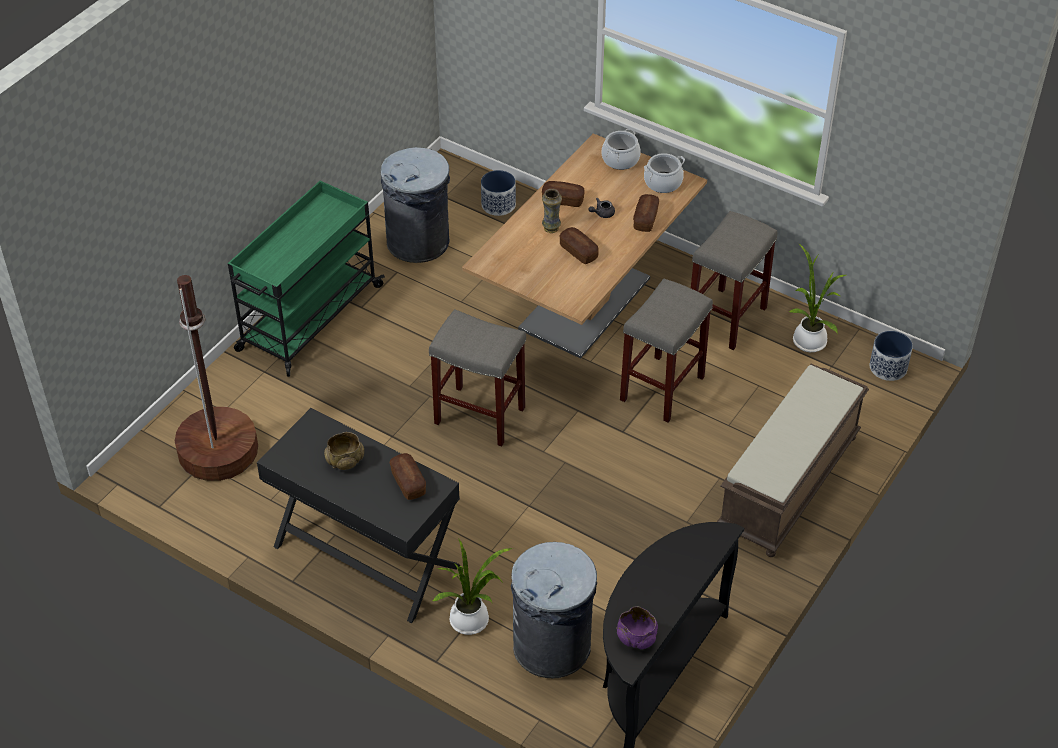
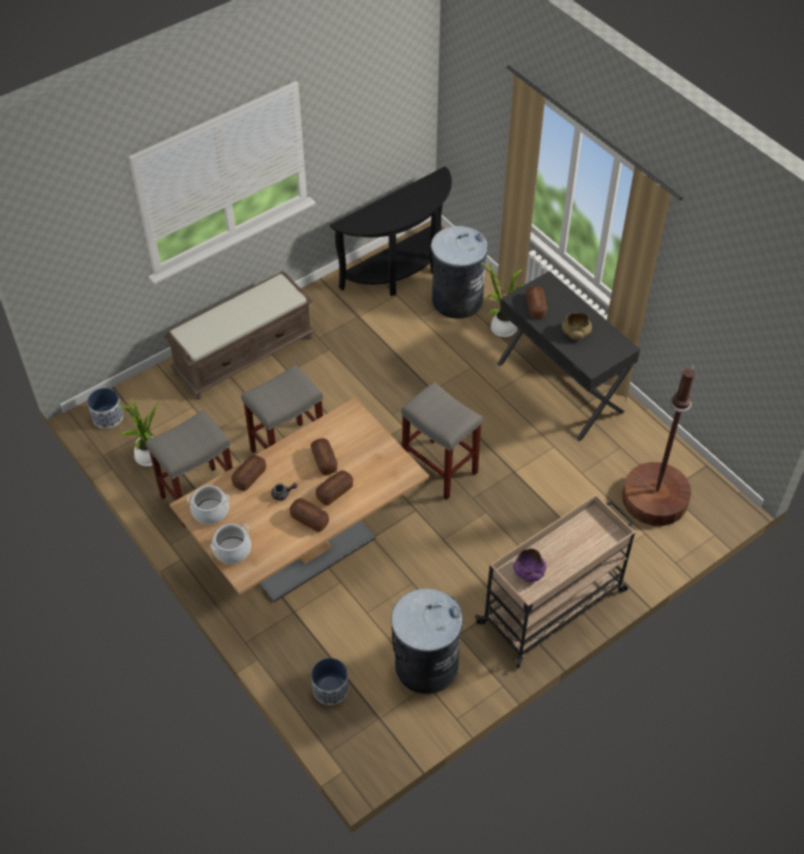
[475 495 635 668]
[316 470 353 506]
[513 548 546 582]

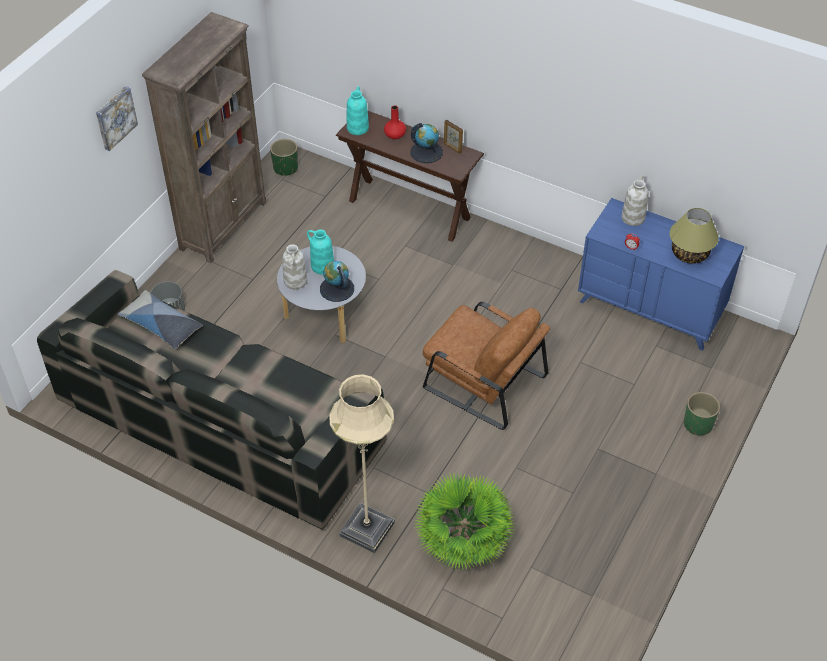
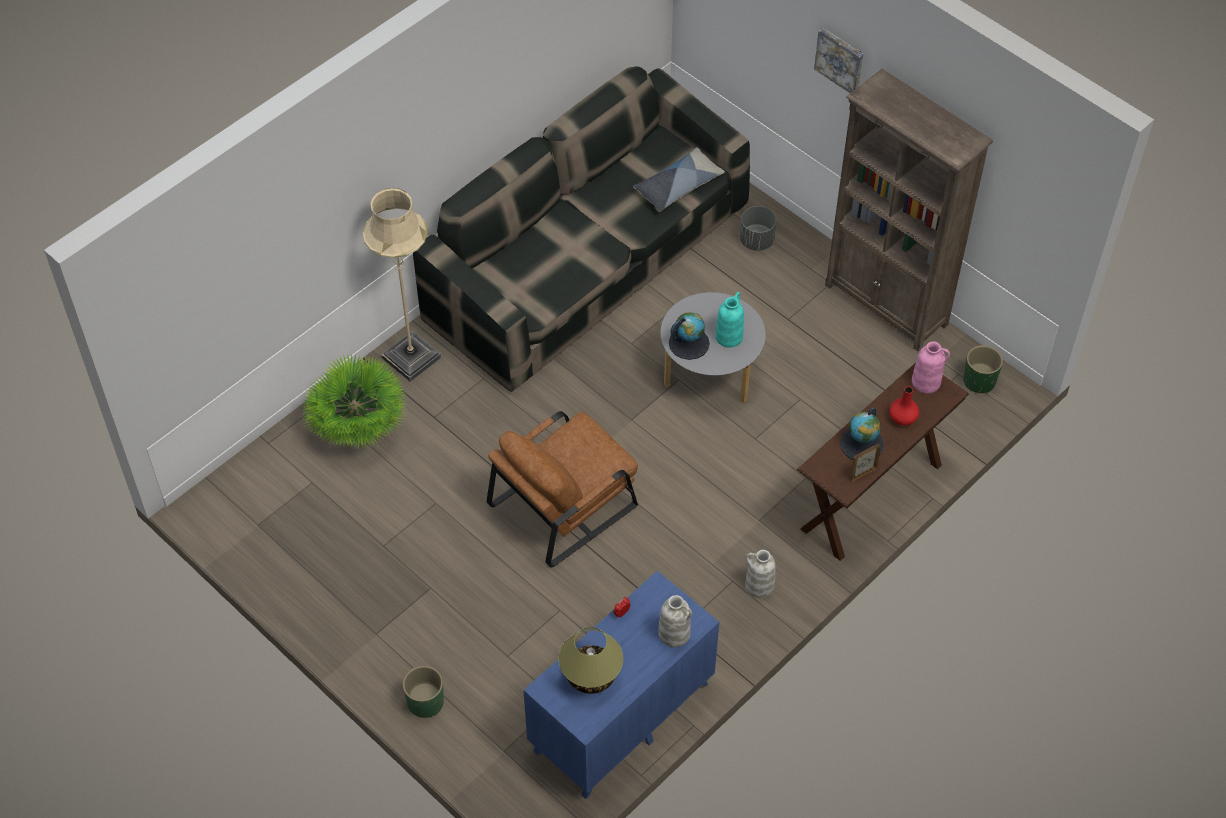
[745 550 776 598]
[912 341 950 393]

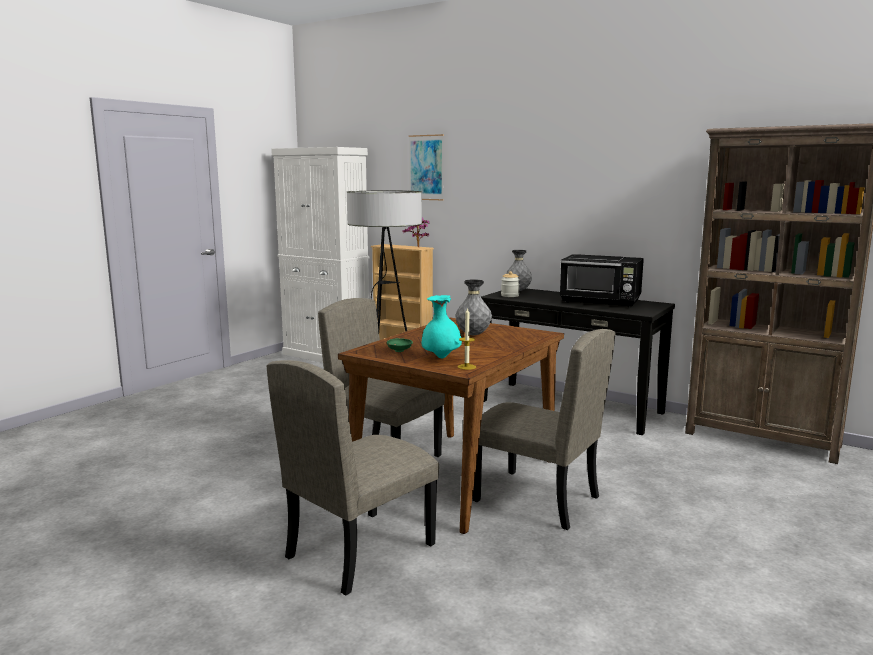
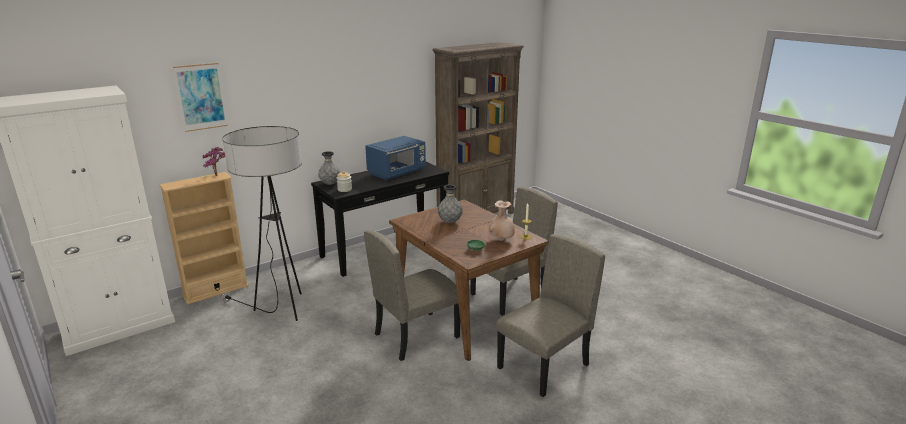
[496 234 605 397]
[489 200 515 241]
[365 136 426 180]

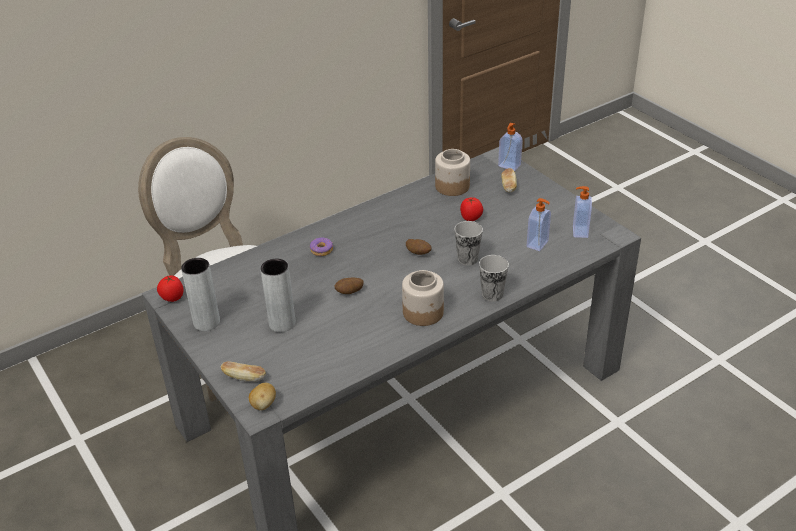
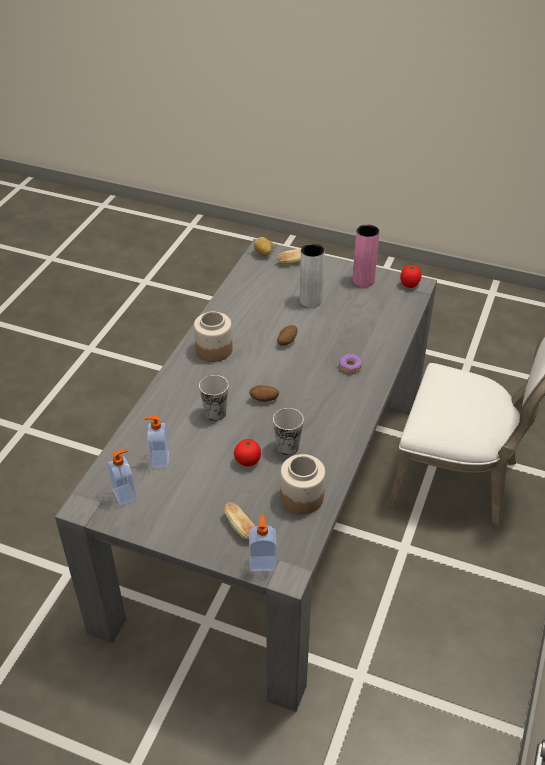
[353 225 380 287]
[273 408 304 455]

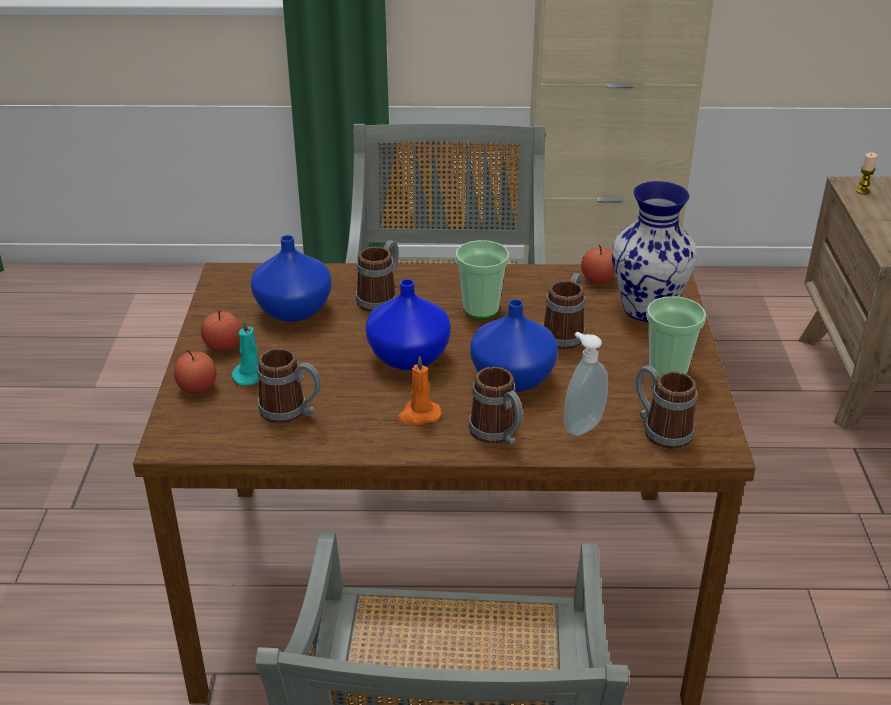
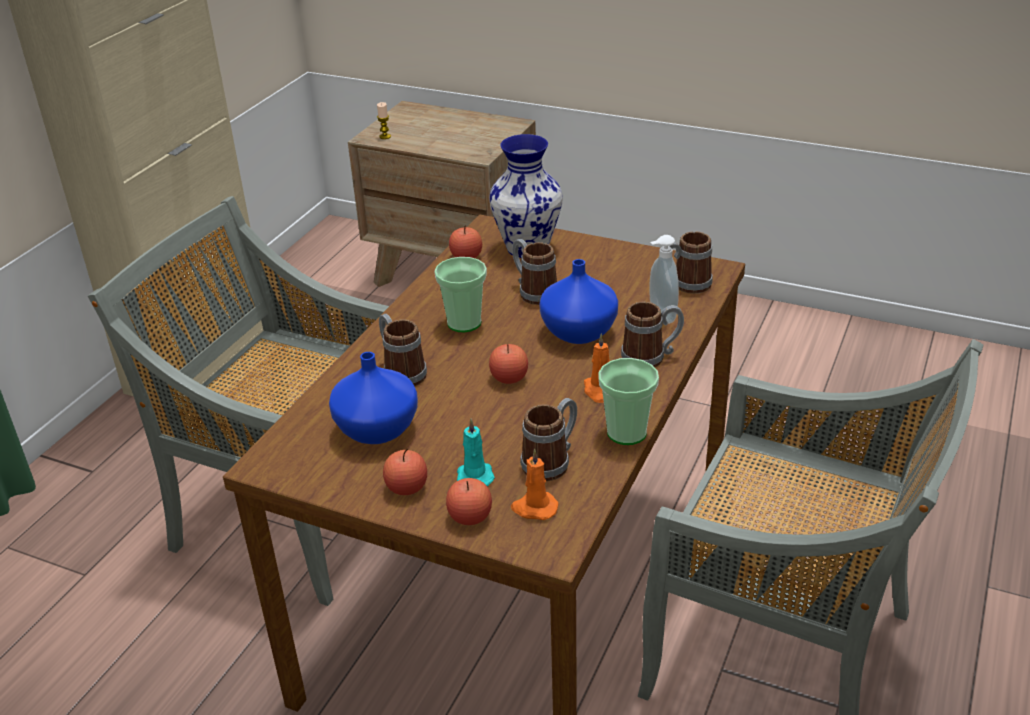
[489 344 528 384]
[598 358 659 445]
[511 448 558 520]

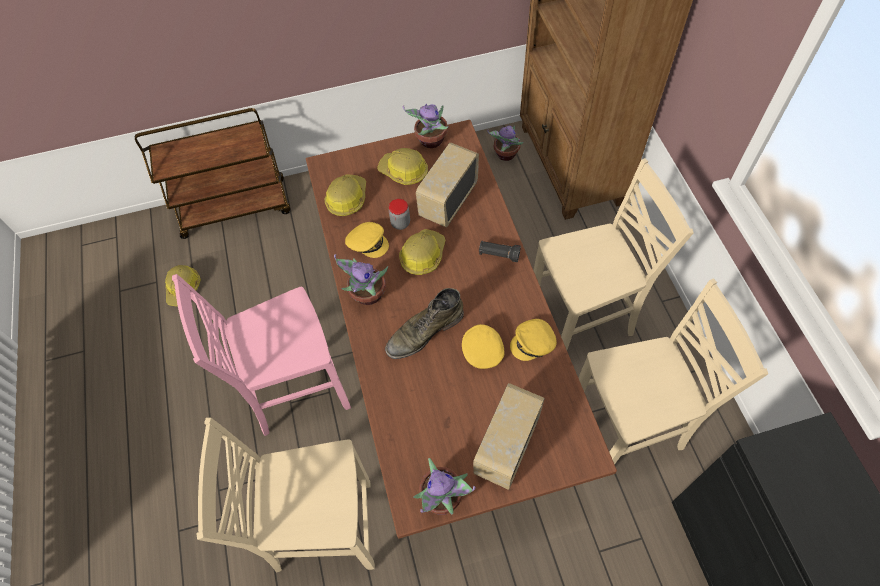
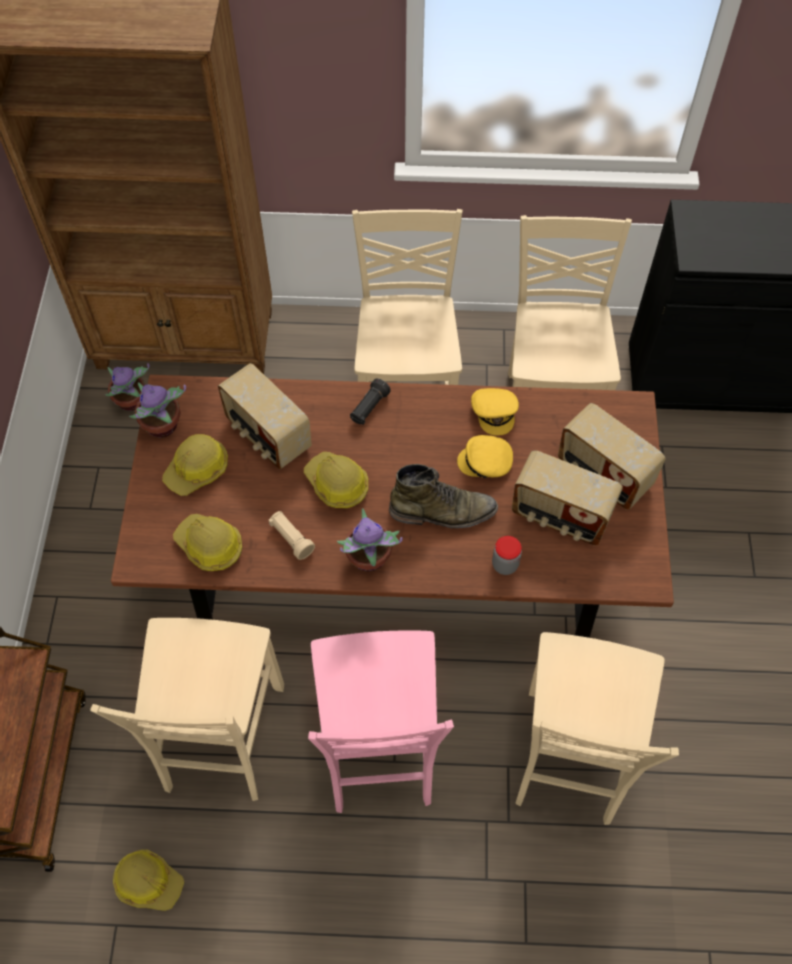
[269 511 315 560]
[389 464 498 528]
[492 536 522 575]
[413 458 476 514] (first image)
[90 618 284 801]
[512 451 623 546]

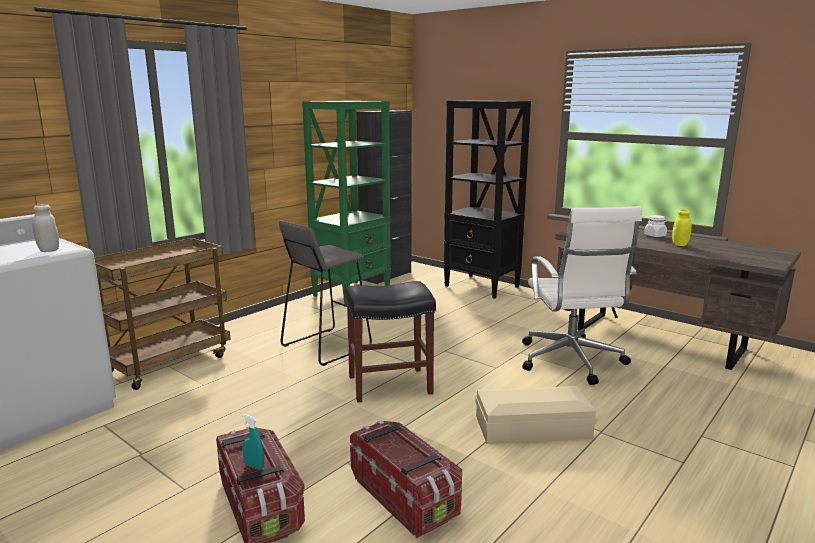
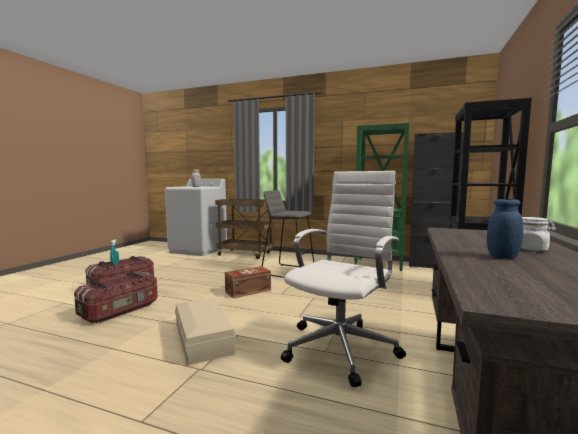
[225 266 271 298]
[281 171 406 387]
[487 199 523 259]

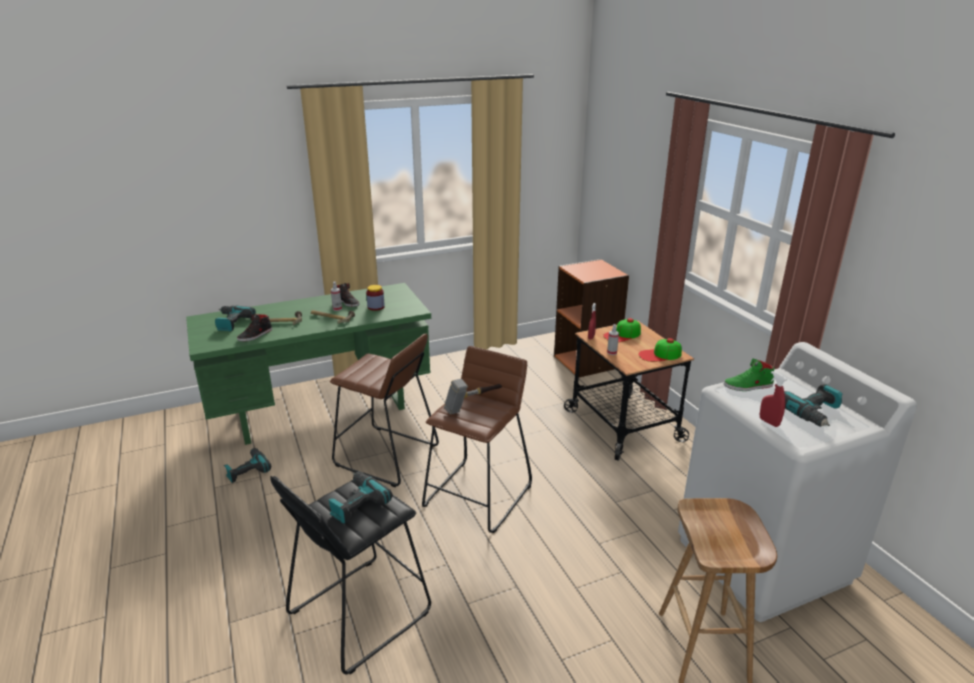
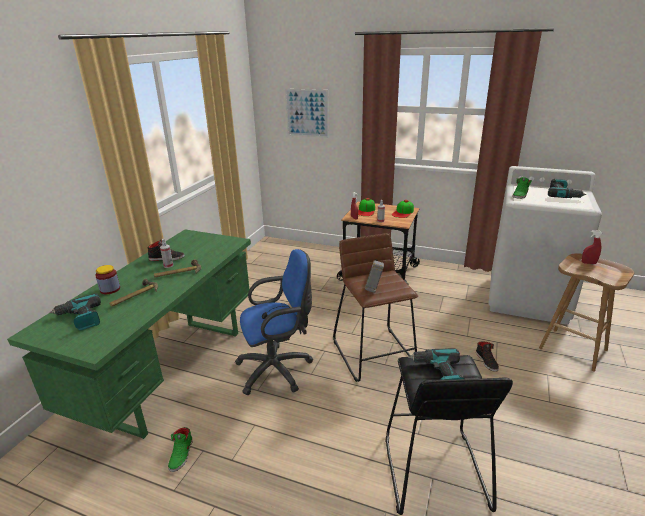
[168 427 193 472]
[476 341 499 372]
[235 249 313 395]
[95 265 120 294]
[554 259 629 377] (first image)
[582 230 603 264]
[285 89 329 138]

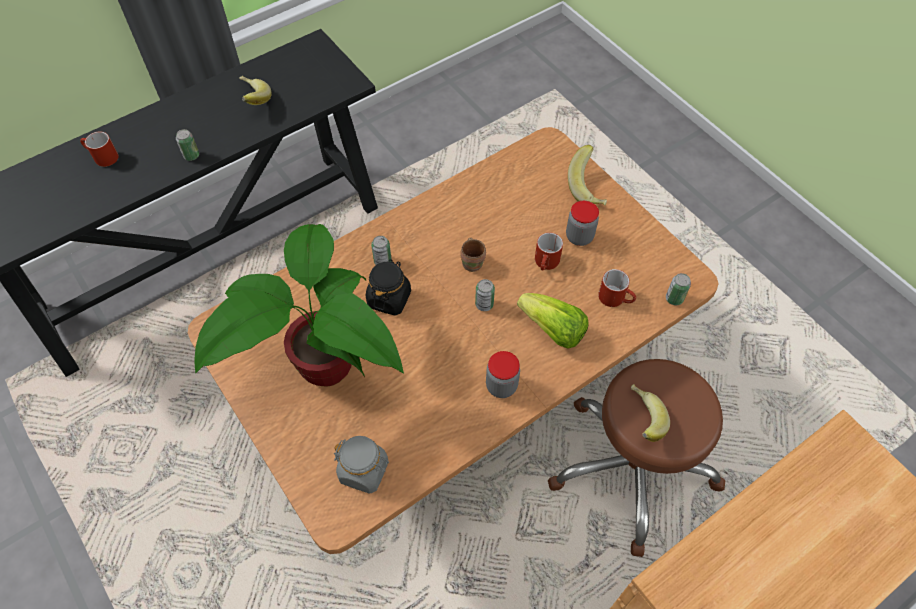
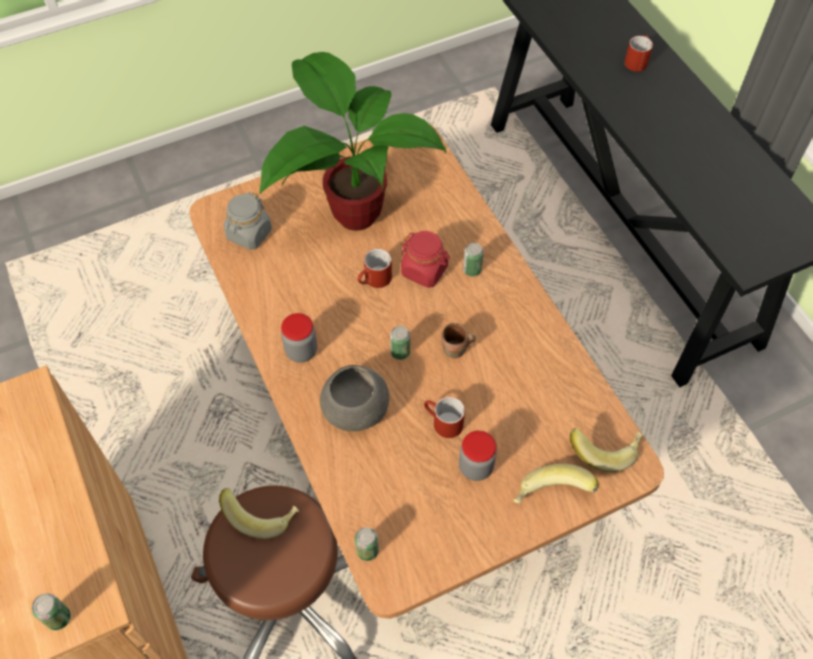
[32 593 71 630]
[570 428 644 472]
[401 231 450 288]
[320 365 389 431]
[358 249 392 288]

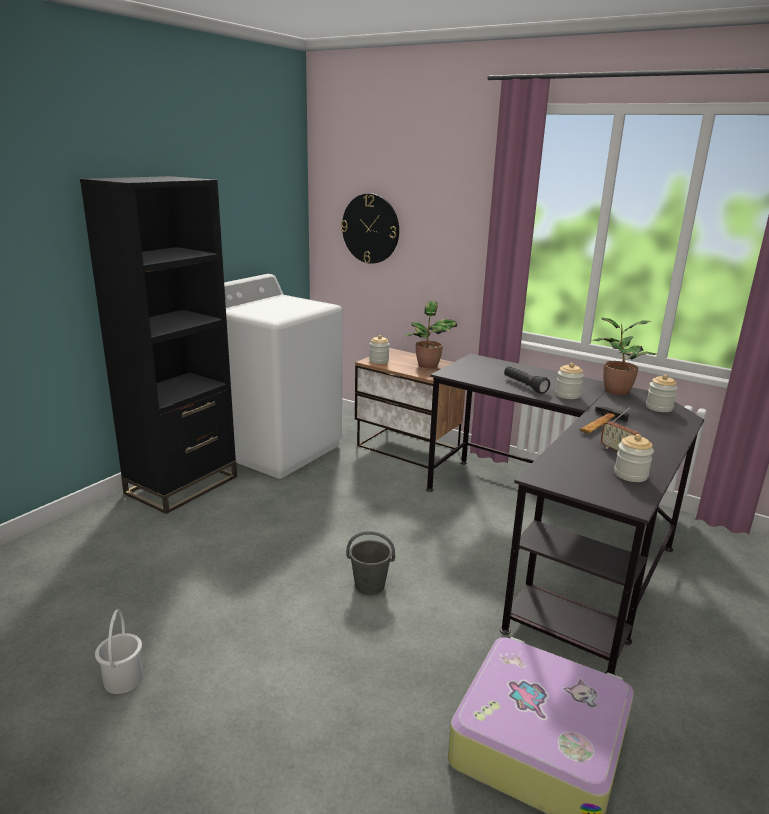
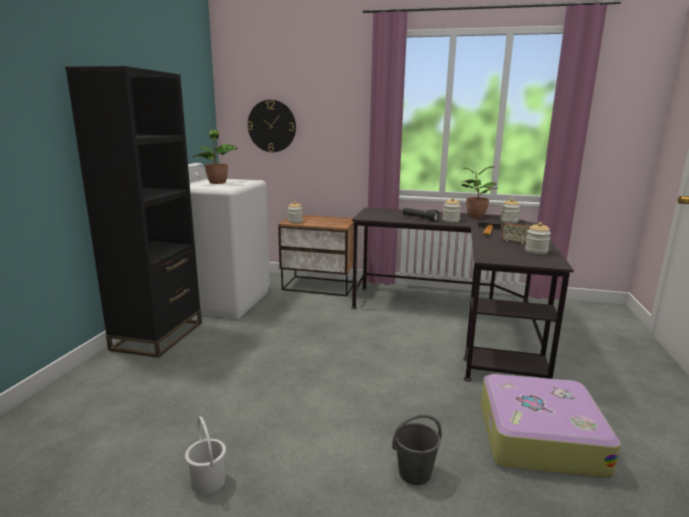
[392 414 442 485]
[193 129 238 184]

